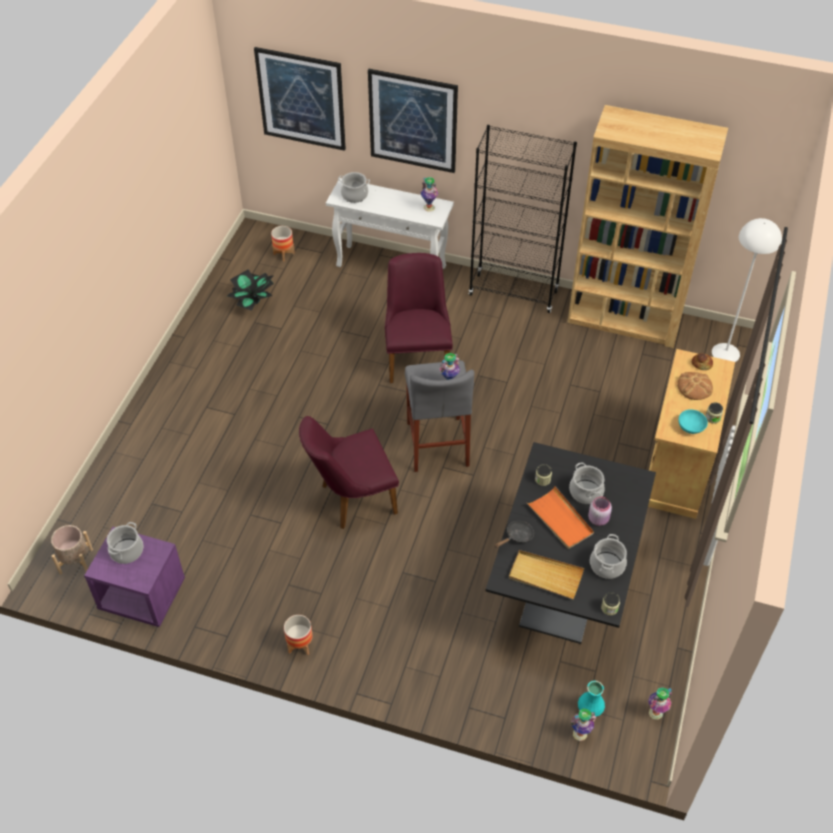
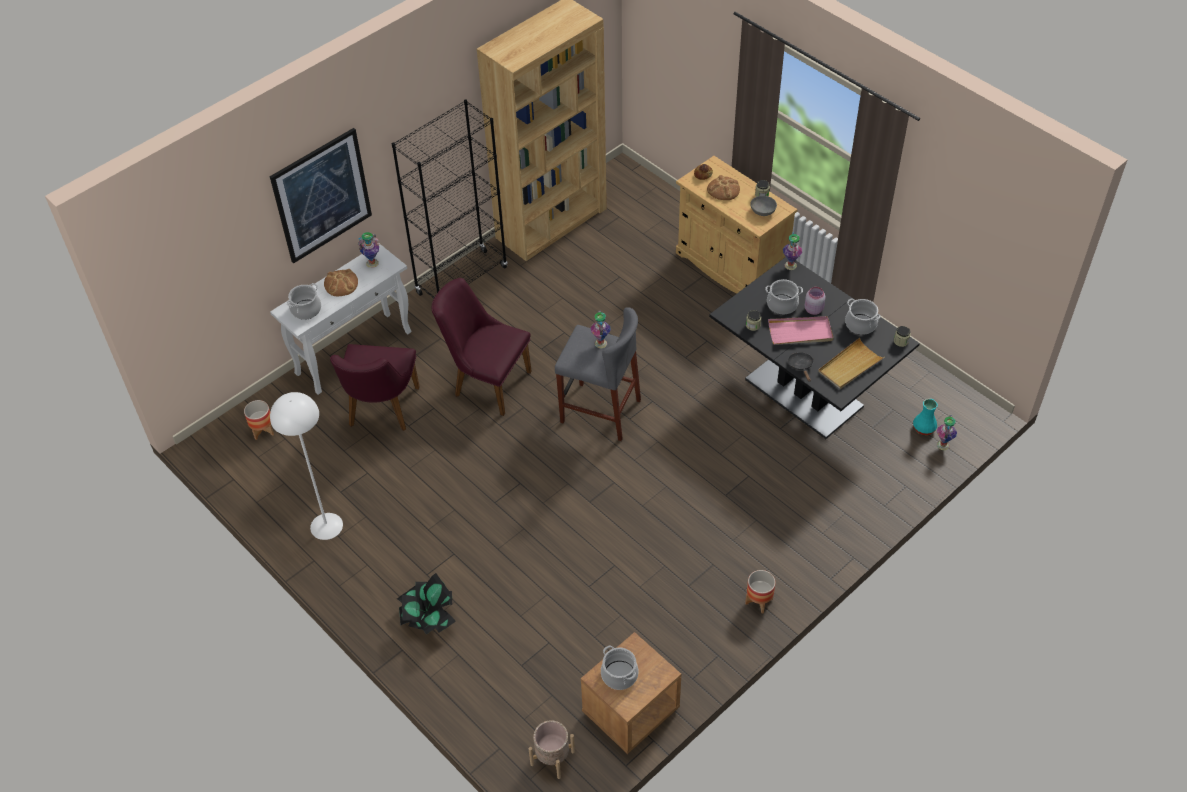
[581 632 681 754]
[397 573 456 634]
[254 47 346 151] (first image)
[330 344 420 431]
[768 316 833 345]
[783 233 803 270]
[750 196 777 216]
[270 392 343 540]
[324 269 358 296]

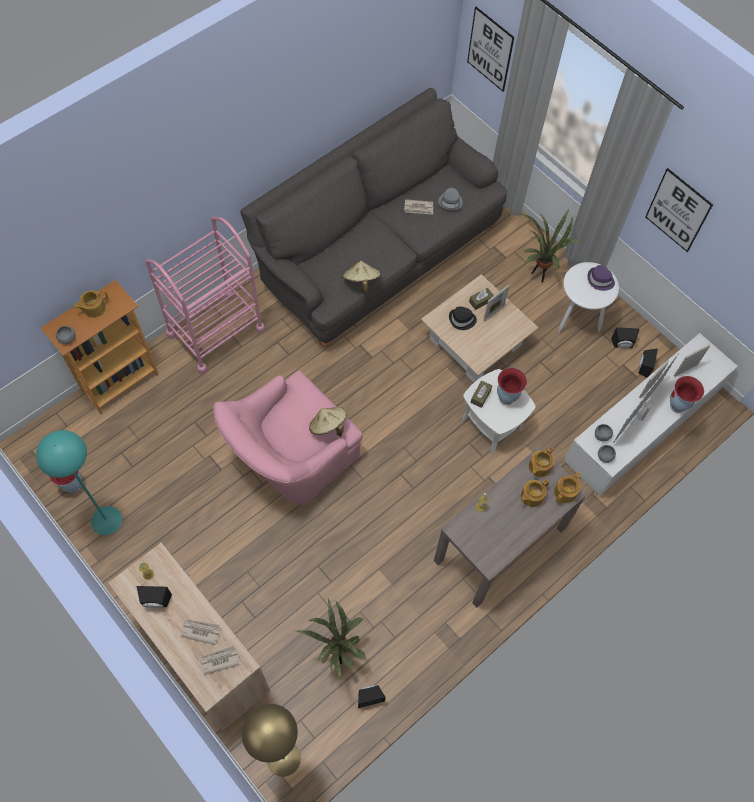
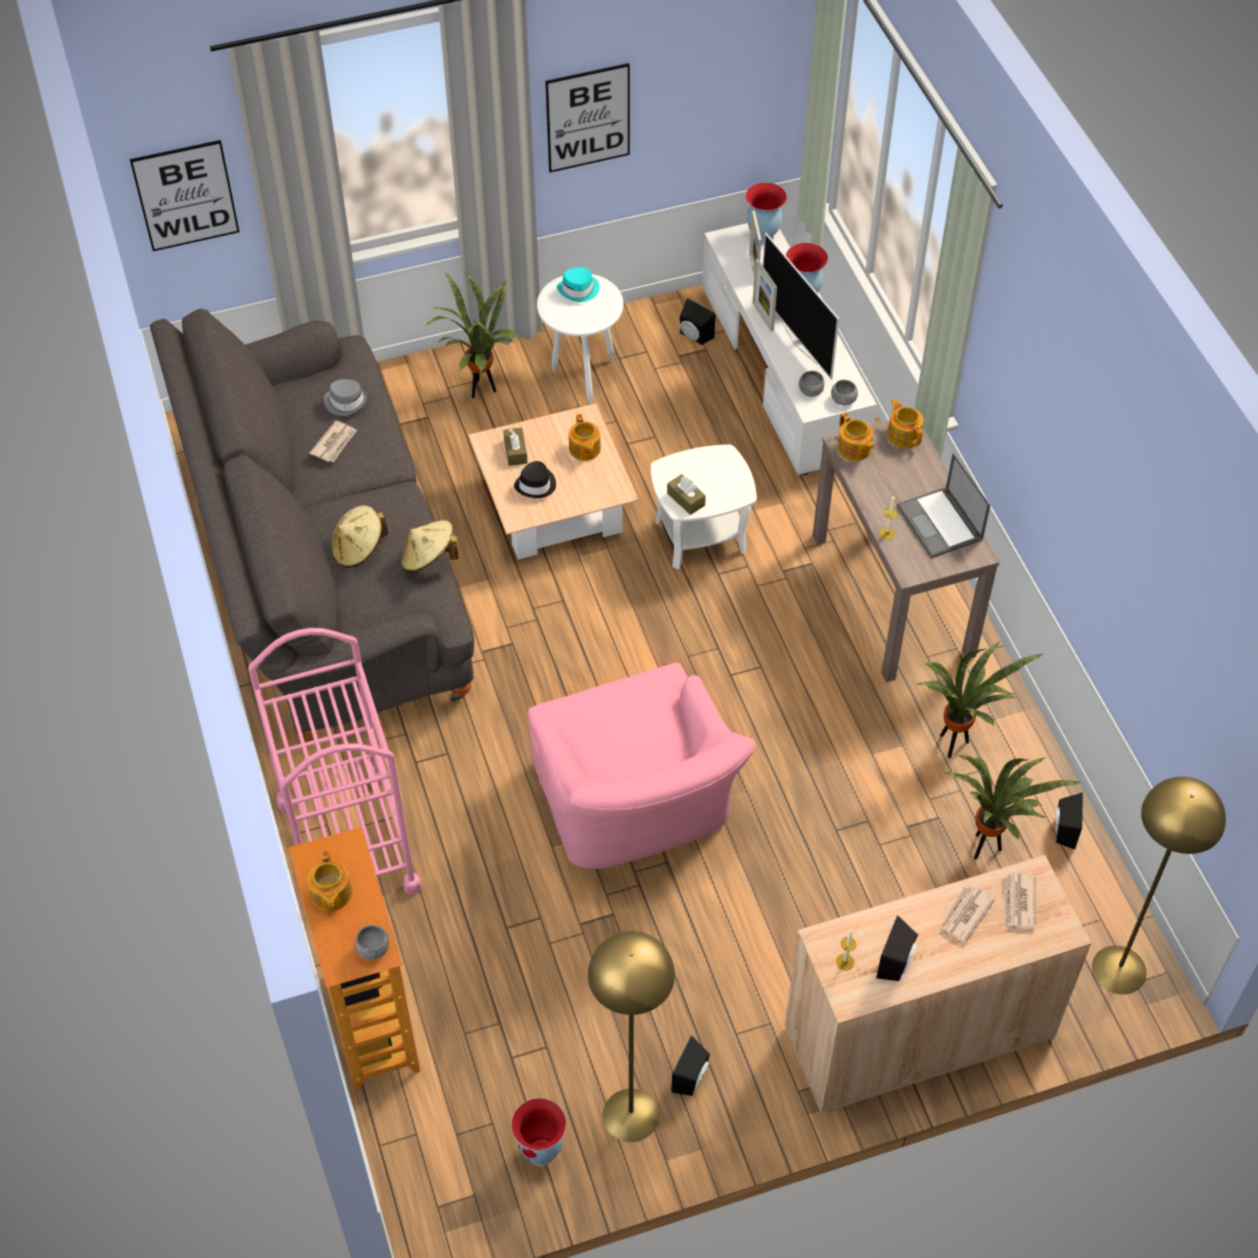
[588 931 675 1142]
[331 505 388 568]
[483 285 509 322] (first image)
[745 182 787 245]
[569 414 601 461]
[557 267 599 302]
[671 1035 710 1096]
[897 453 990 558]
[914 641 1043 758]

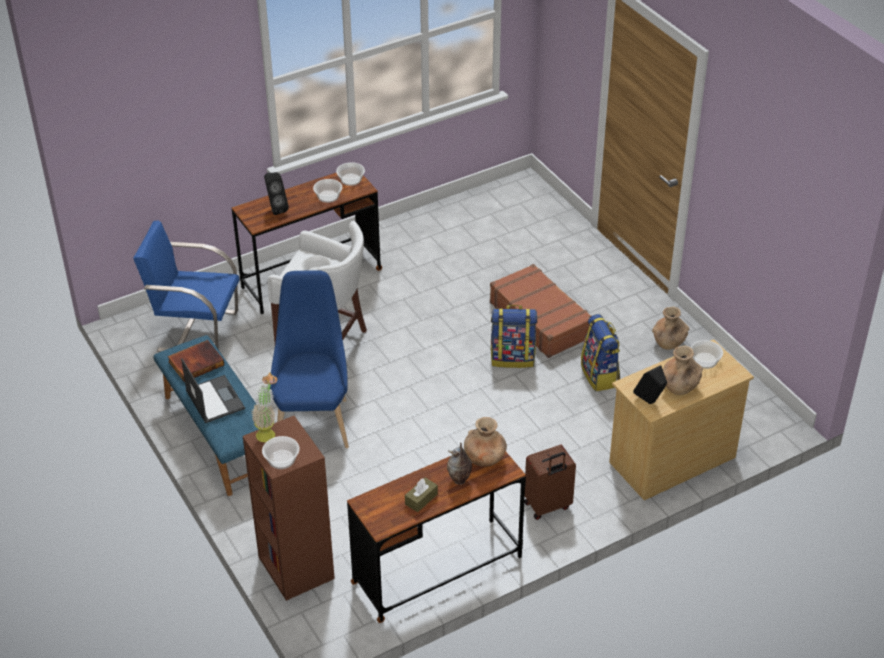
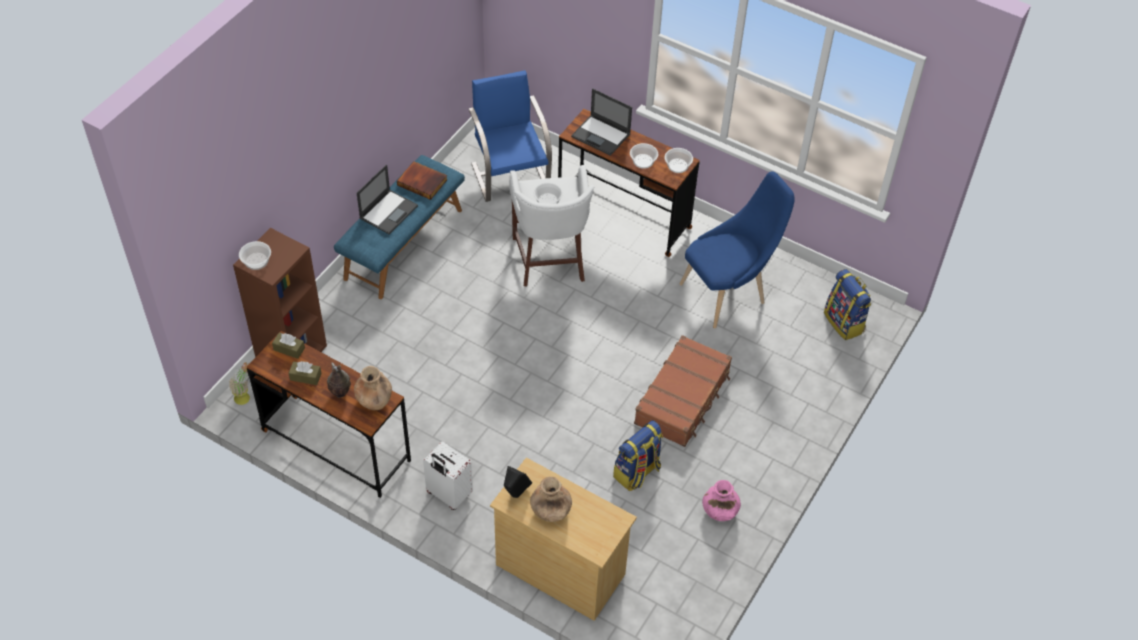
[229 363 250 405]
[571 88 632 156]
[679 171 795 329]
[824 269 872 340]
[423 441 473 510]
[702 480 741 521]
[691 340 723 369] (first image)
[272 332 305 359]

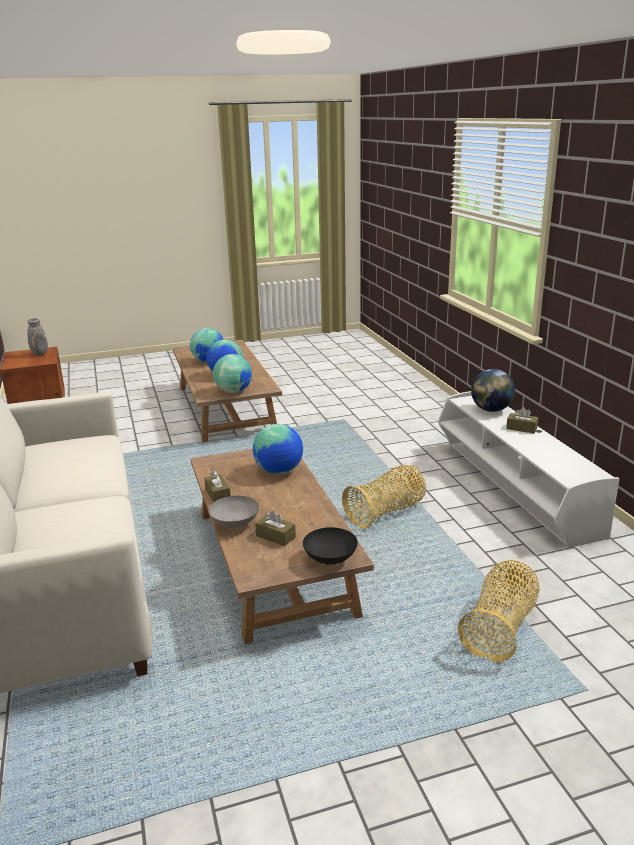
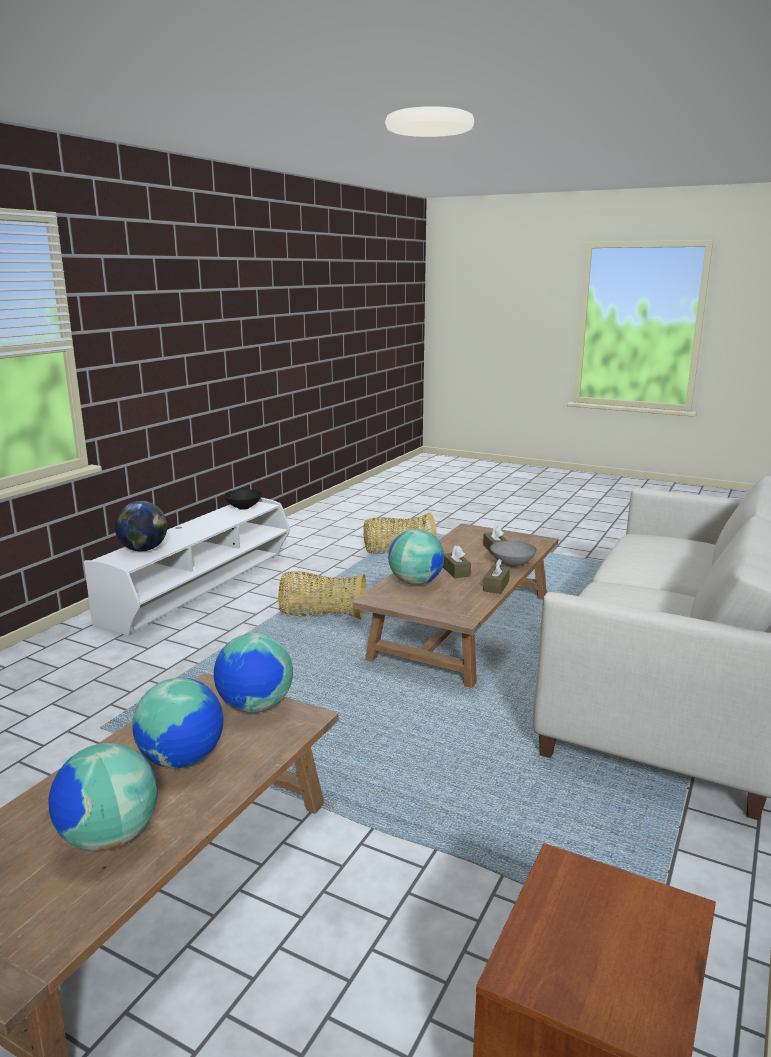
[27 318 48 356] (first image)
[224 489 262 510]
[443 545 471 578]

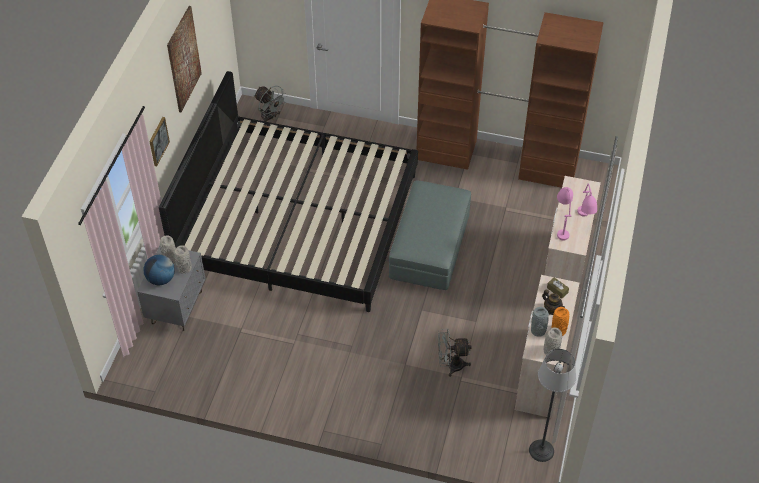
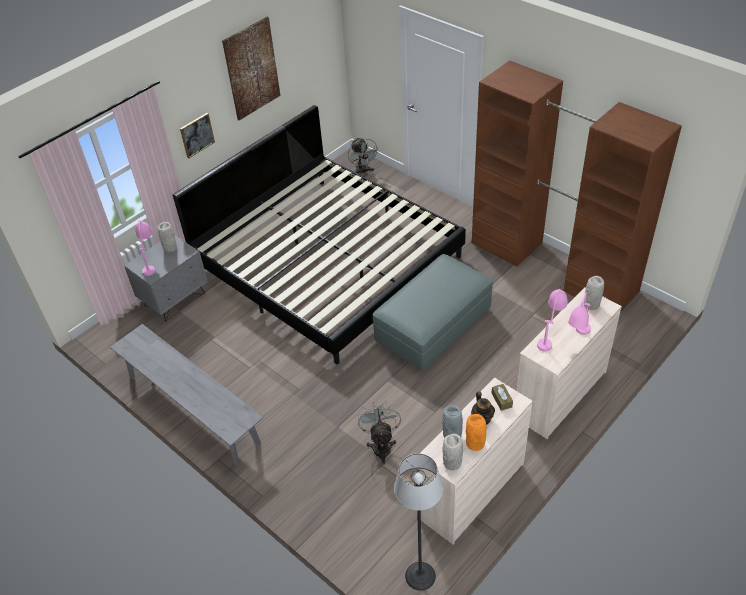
[135 220 155 276]
[584 276 604 310]
[358 401 401 465]
[110 324 264 466]

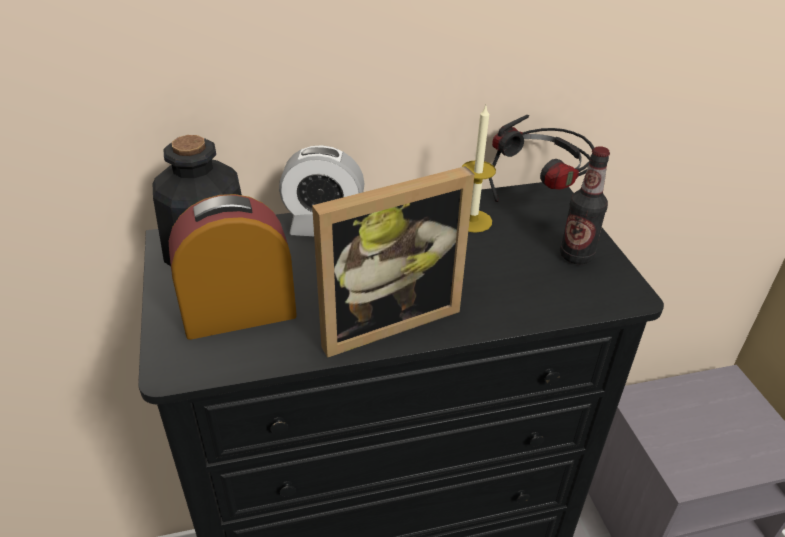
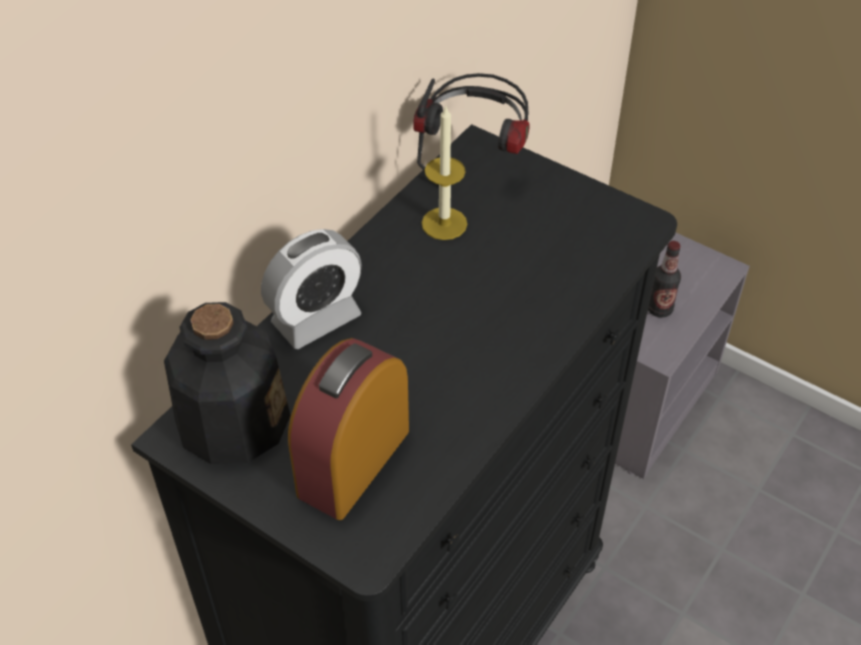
[312 166 475 358] (first image)
[648 241 681 318]

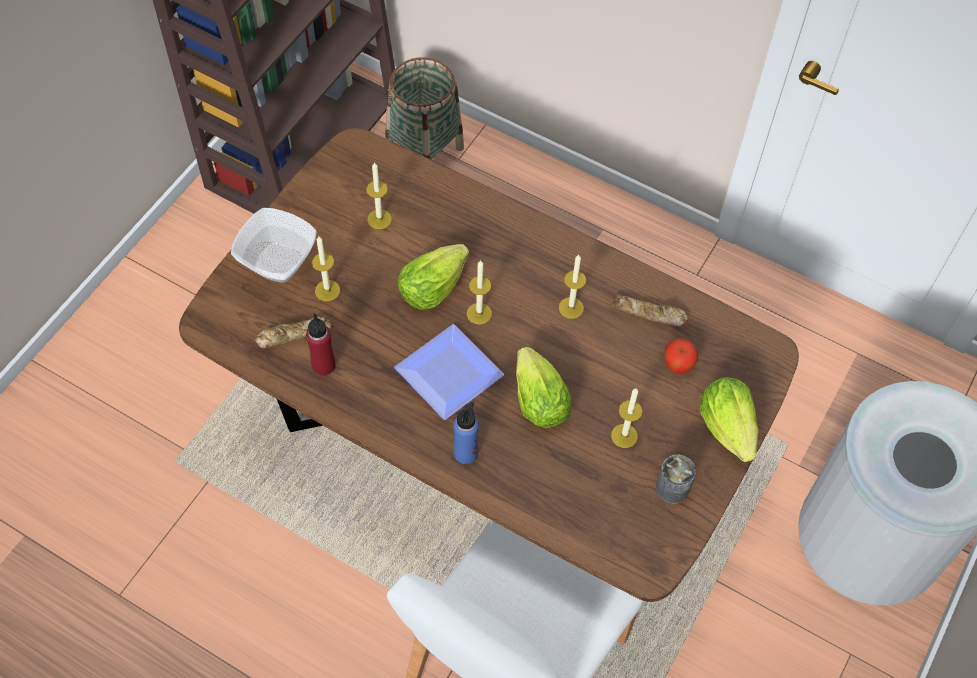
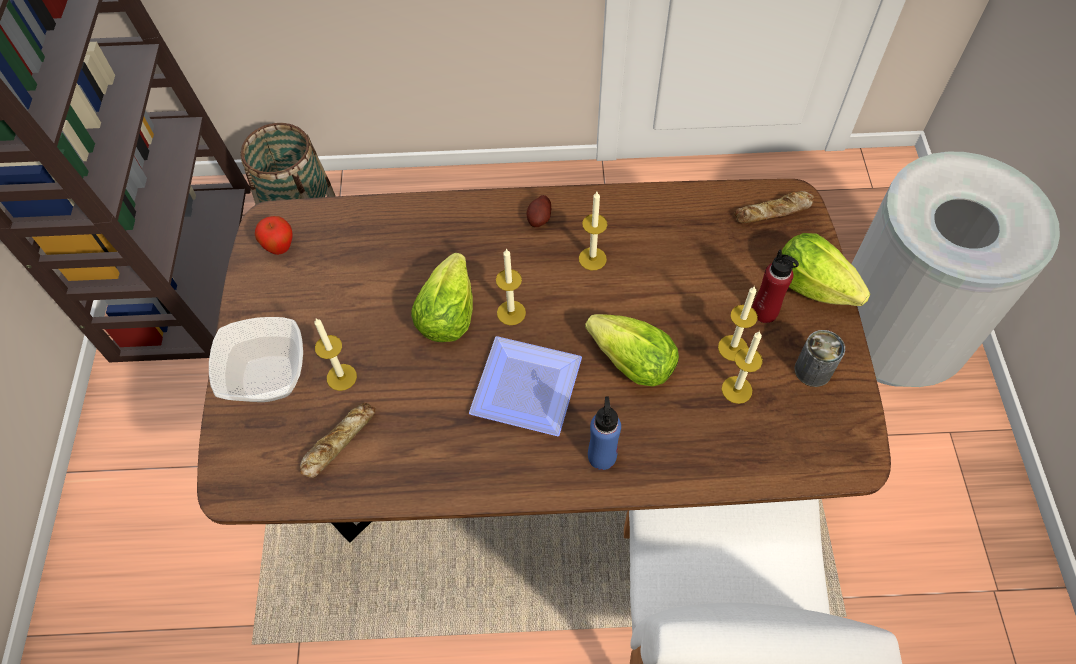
[752 250 799 323]
[722 331 763 404]
[734 191 814 223]
[255 216 293 255]
[527 195 551 227]

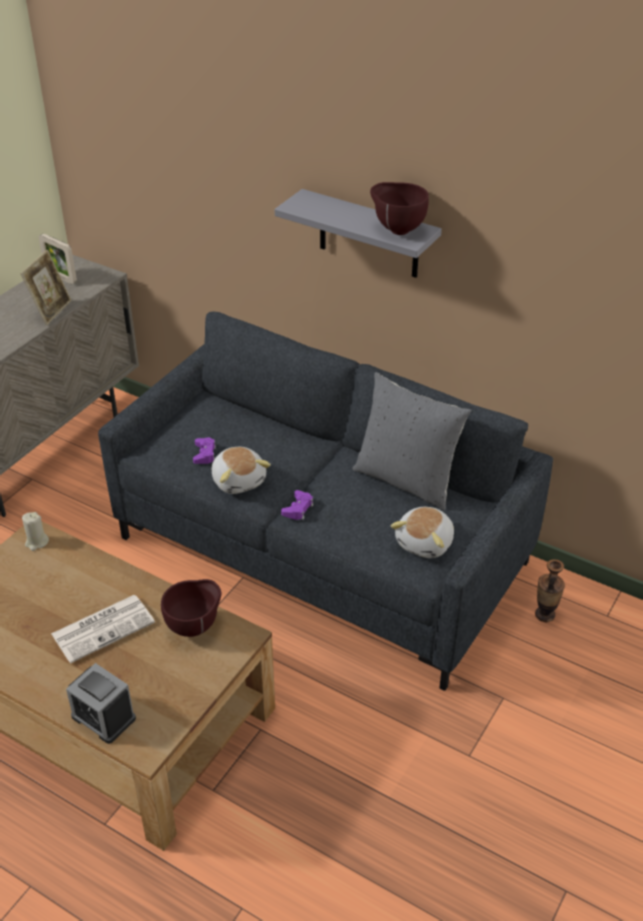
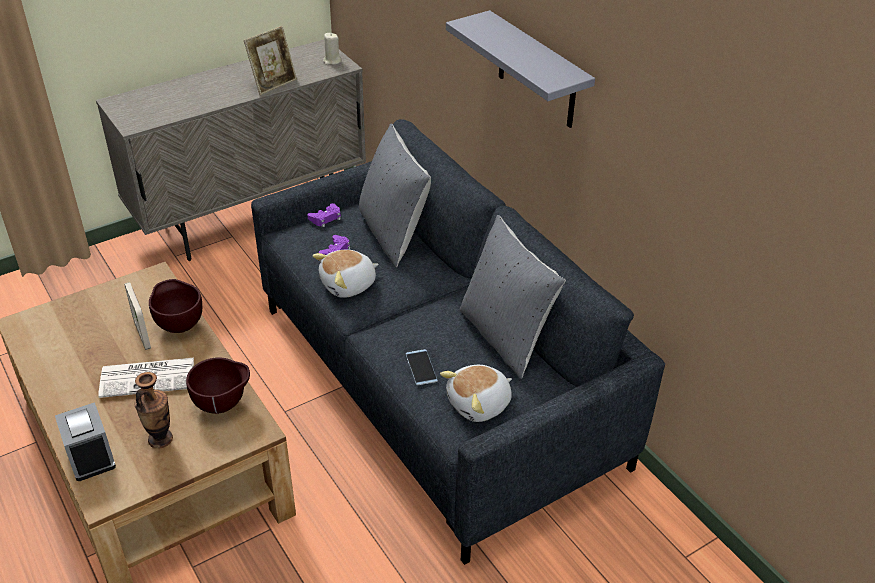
[323 33 342 65]
[124 282 151 350]
[313 250 379 298]
[308 203 341 228]
[149 279 202 333]
[134 372 173 449]
[359 124 431 267]
[406 349 438 385]

